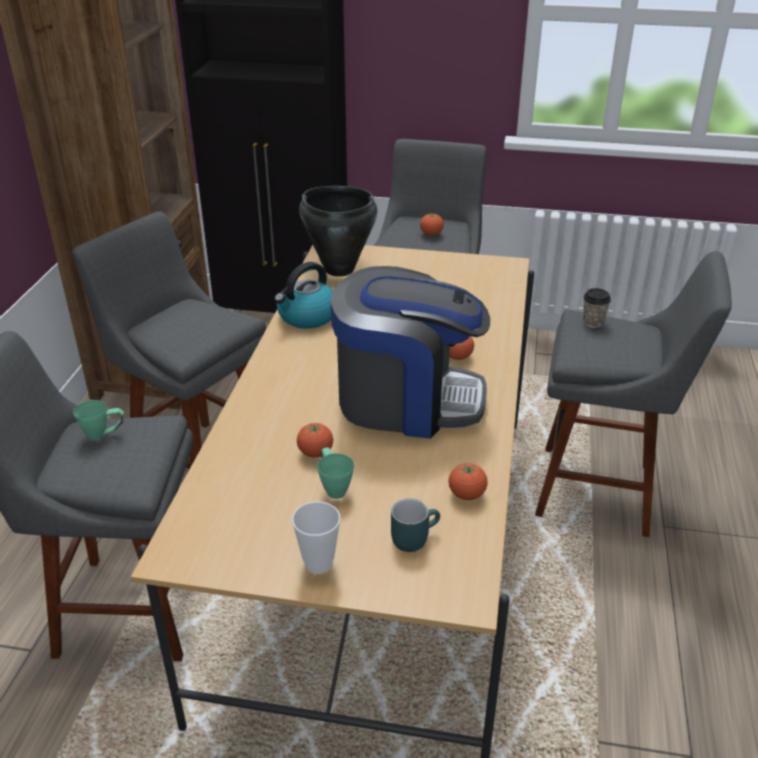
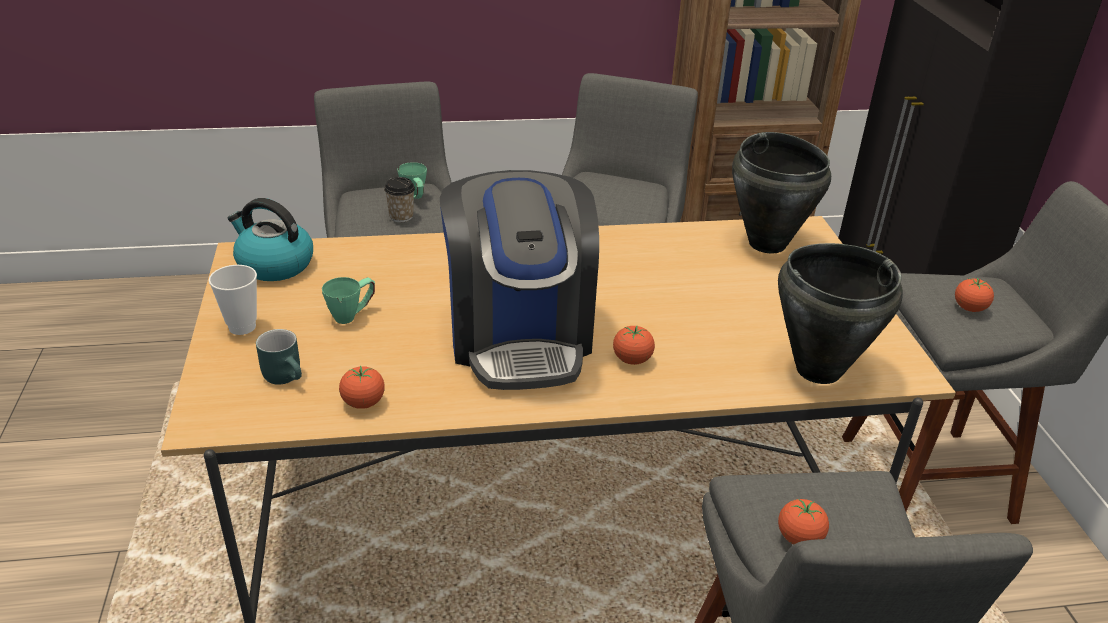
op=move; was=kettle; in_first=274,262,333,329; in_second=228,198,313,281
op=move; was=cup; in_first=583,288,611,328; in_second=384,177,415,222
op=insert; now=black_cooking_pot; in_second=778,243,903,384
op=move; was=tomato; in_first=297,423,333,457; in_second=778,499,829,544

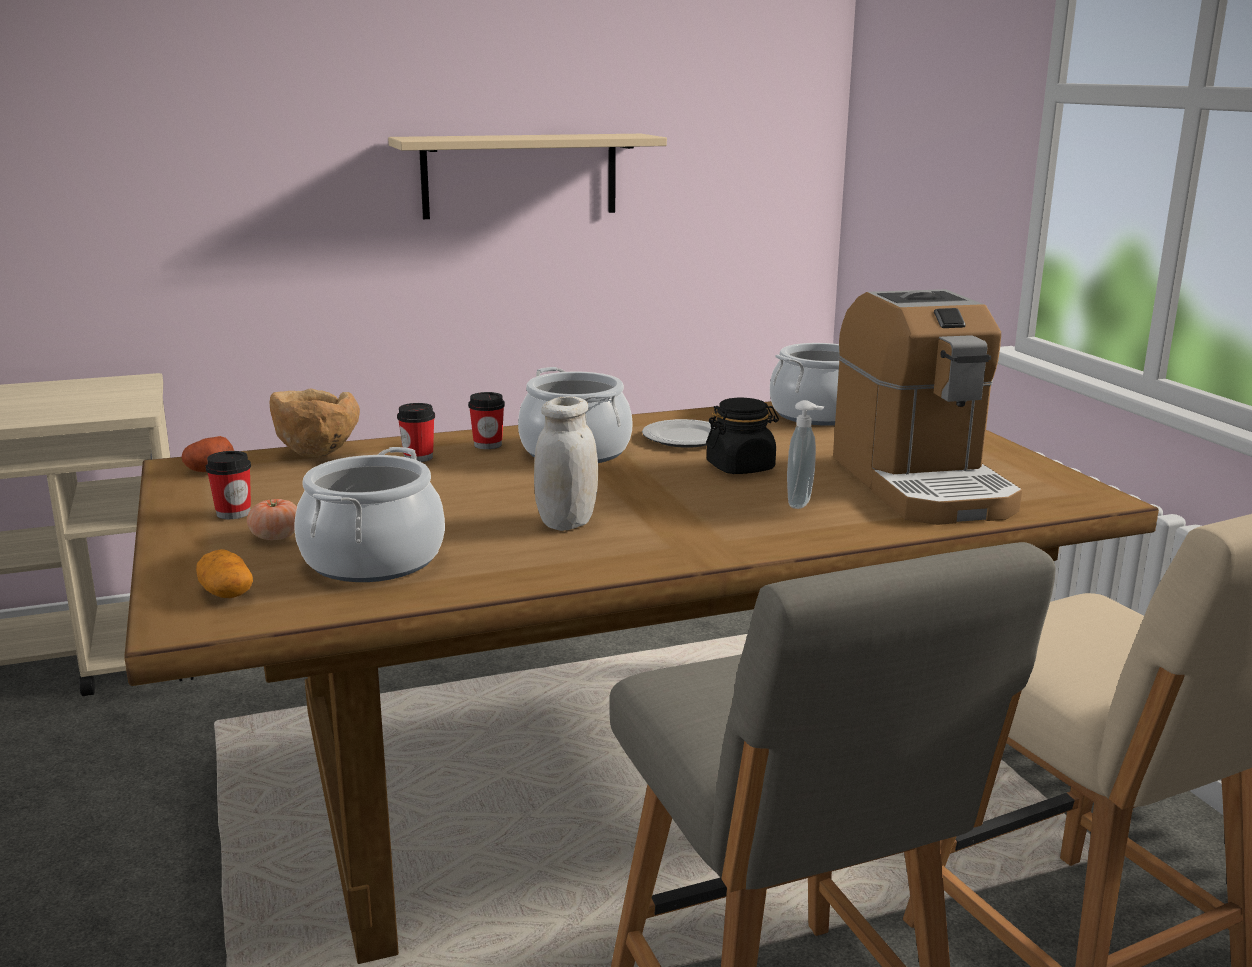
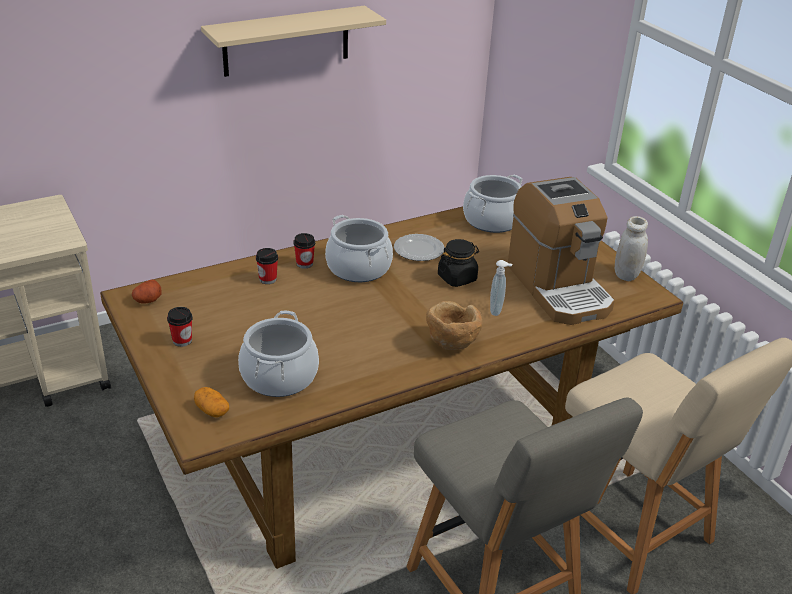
op=move; was=brown_bowl; in_first=270,389,360,457; in_second=426,301,482,350
op=move; was=white_jar; in_first=534,396,598,531; in_second=615,216,648,281
op=delete; was=tomato; in_first=247,499,297,540

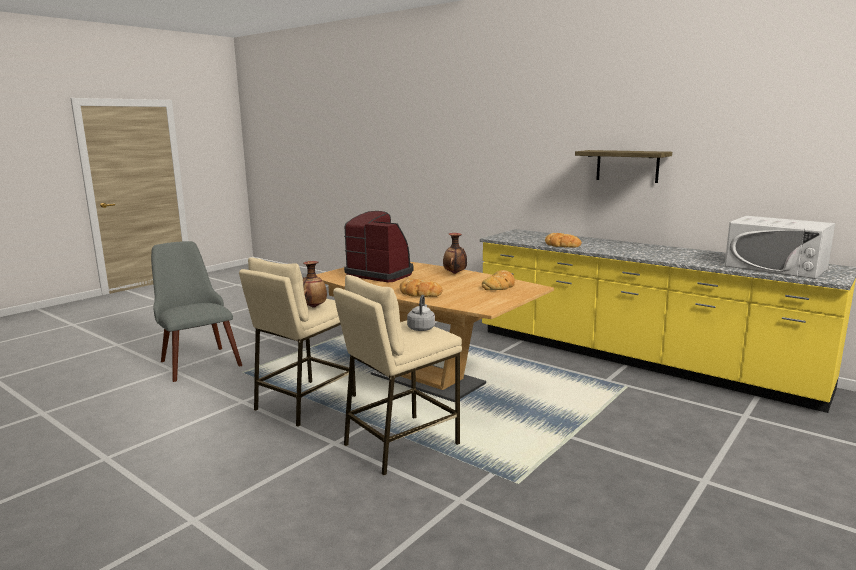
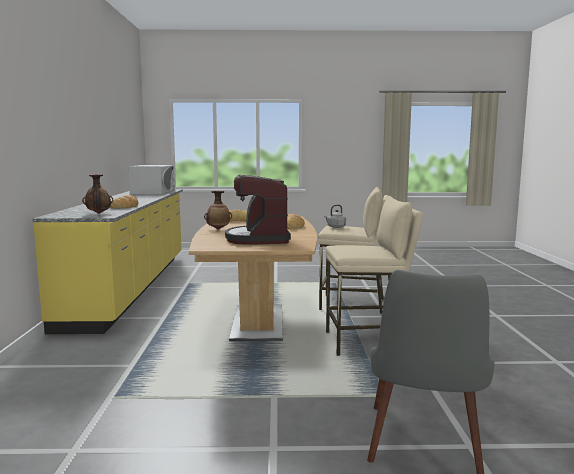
op=move; was=vase; in_first=303,261,327,308; in_second=82,174,113,214
op=delete; was=shelf; in_first=575,150,672,183

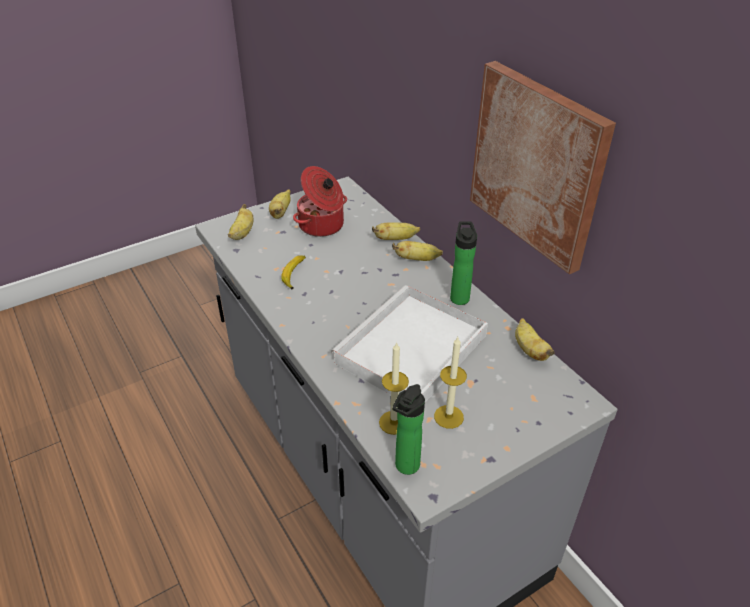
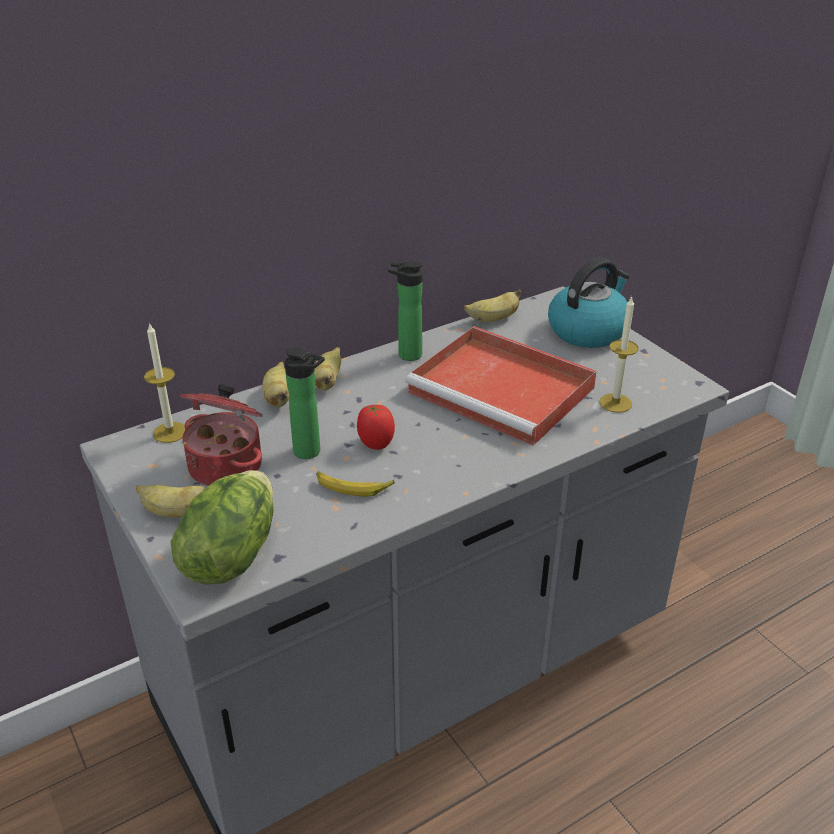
op=move; was=candle; in_first=434,337,467,429; in_second=144,323,185,443
op=replace; was=banana; now=lettuce; in_first=228,204,253,240; in_second=171,470,274,585
op=move; was=bottle; in_first=392,384,425,475; in_second=285,347,325,459
op=insert; now=tomato; in_second=357,404,395,450
op=recolor; was=white_tray; now=red_tray; in_first=331,285,488,402; in_second=405,326,597,446
op=insert; now=kettle; in_second=548,258,630,348
op=delete; was=picture; in_first=470,61,616,274

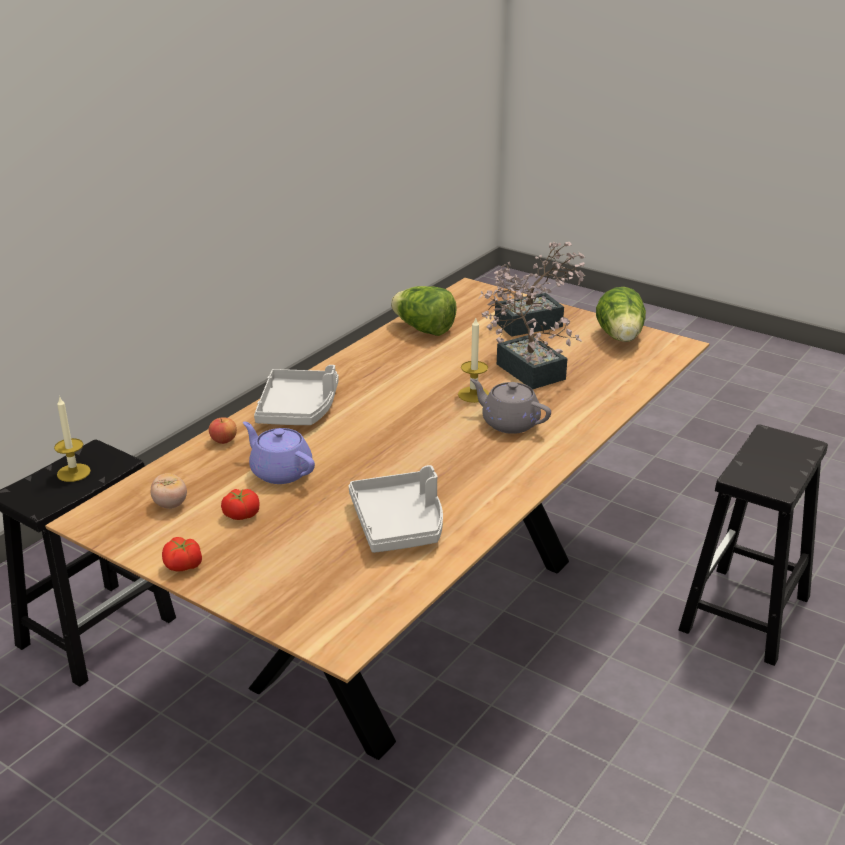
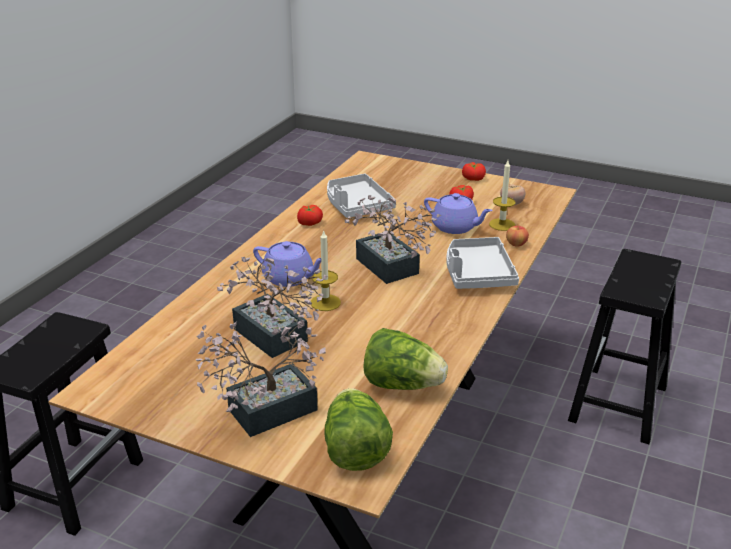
op=recolor; was=grey_teapot; now=purple_teapot; in_first=470,378,551,434; in_second=253,241,321,287
op=insert; now=tomato; in_second=297,205,323,226
op=move; was=lettuce; in_first=596,287,646,342; in_second=324,388,393,471
op=insert; now=potted_plant; in_second=345,195,441,284
op=move; was=candle; in_first=54,396,91,482; in_second=489,160,515,231

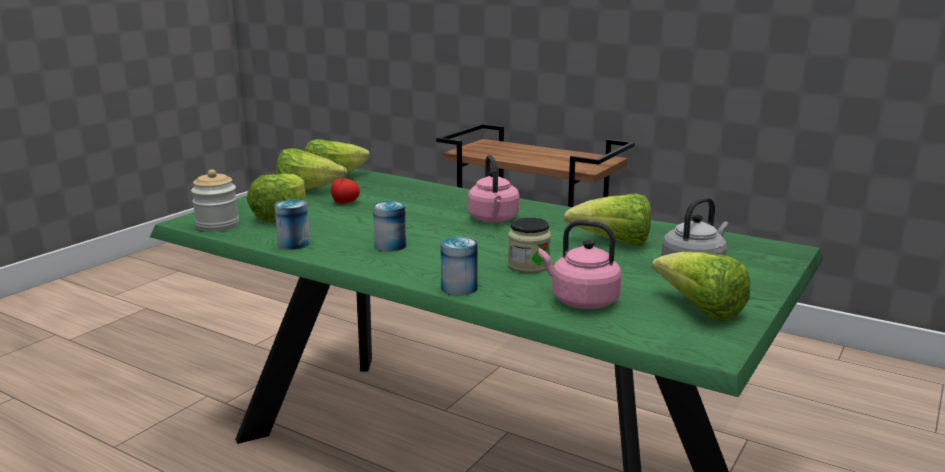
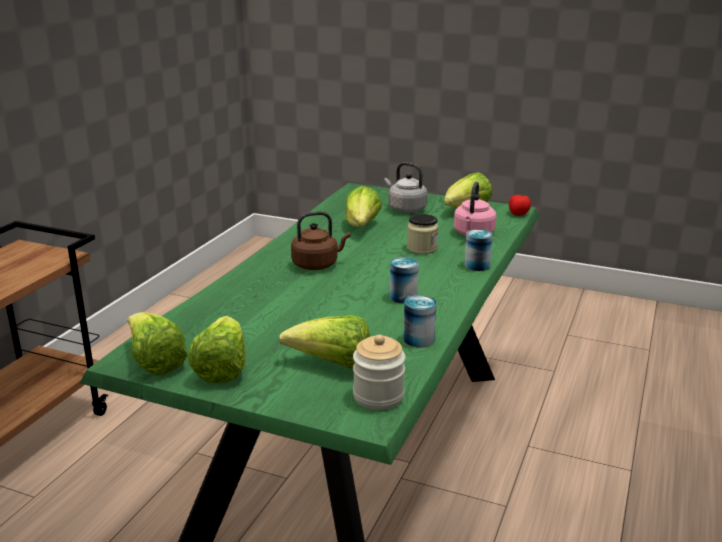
op=recolor; was=pink_kettle; now=brown_kettle; in_first=468,155,520,222; in_second=291,211,351,270
op=move; was=tomato; in_first=331,178,360,204; in_second=509,194,531,216

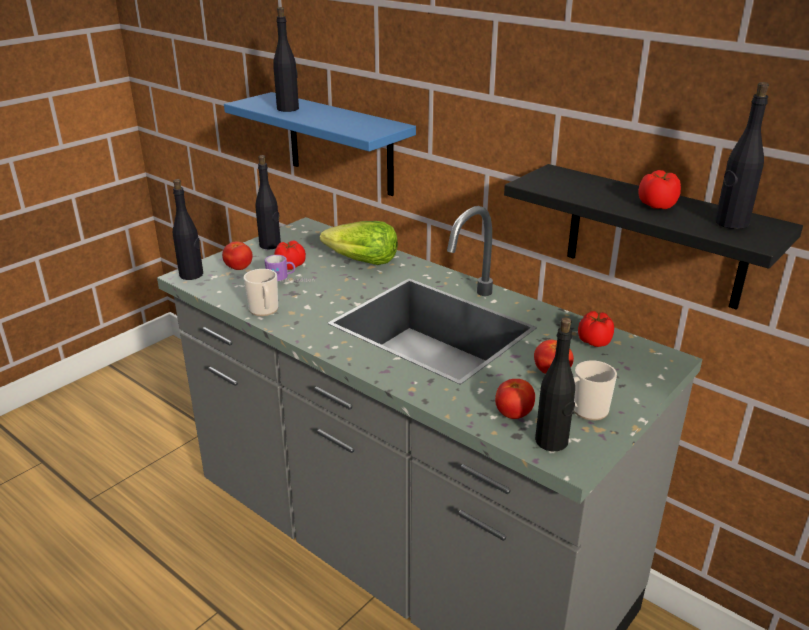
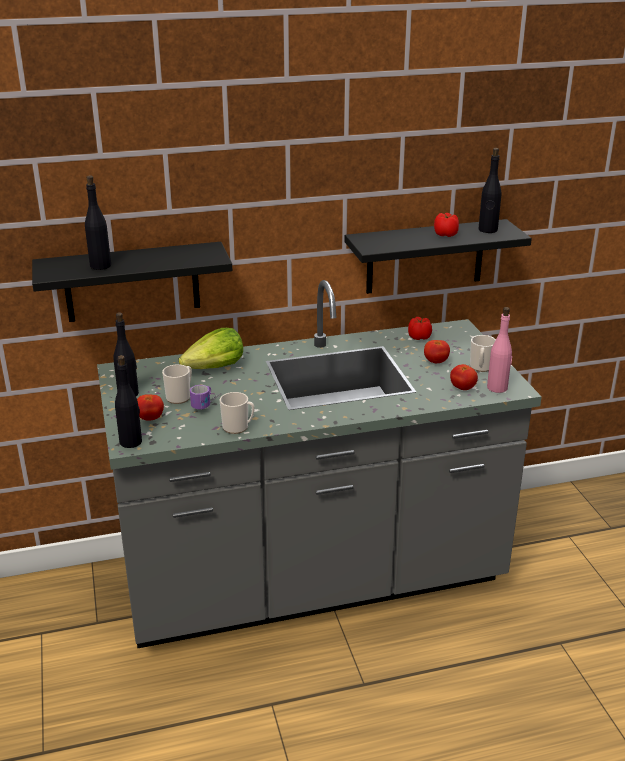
op=recolor; was=blue_shelf; now=black_shelf; in_first=224,92,416,196; in_second=32,242,232,322
op=replace; was=tomato; now=mug; in_first=274,240,306,270; in_second=162,364,192,404
op=recolor; was=black_bottle; now=pink_bottle; in_first=535,317,575,452; in_second=487,307,512,393

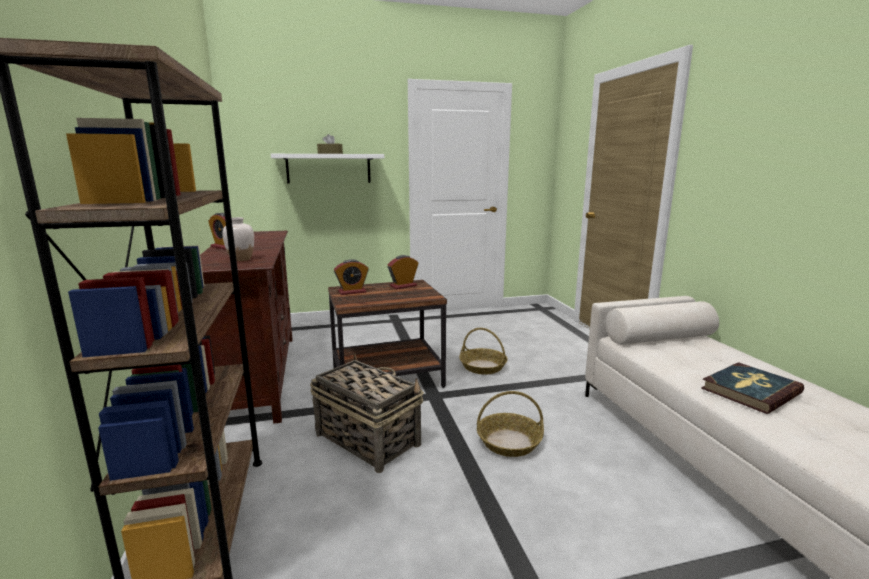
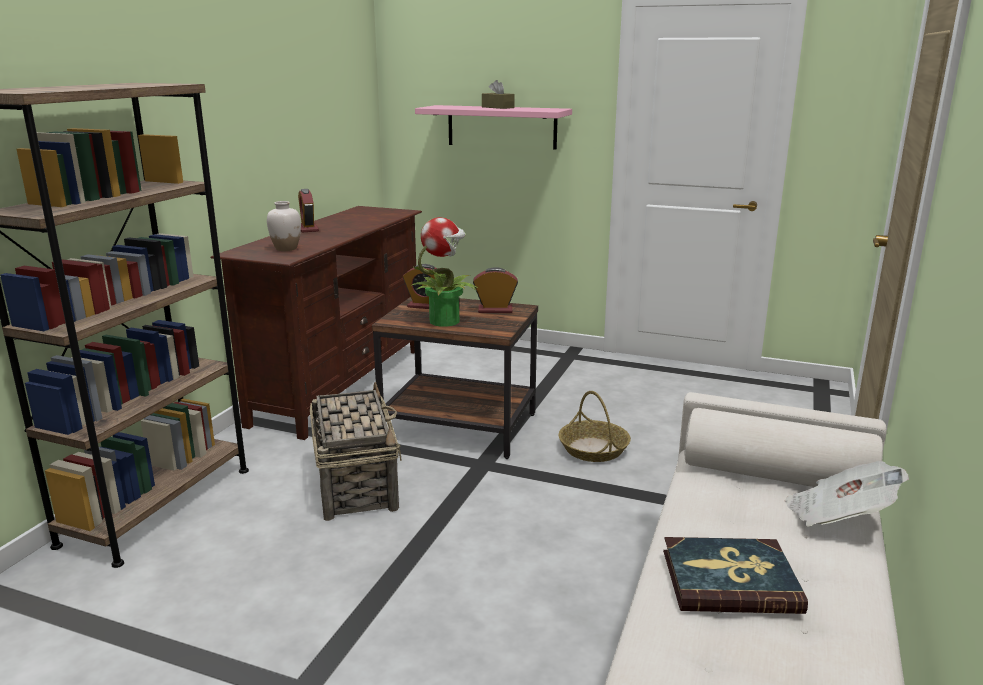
op=insert; now=potted_plant; in_second=411,217,478,327
op=recolor; was=white_shelf; now=pink_shelf; in_first=271,154,384,183; in_second=415,105,572,150
op=insert; now=newspaper; in_second=785,461,909,527
op=delete; was=basket; in_first=477,391,544,457

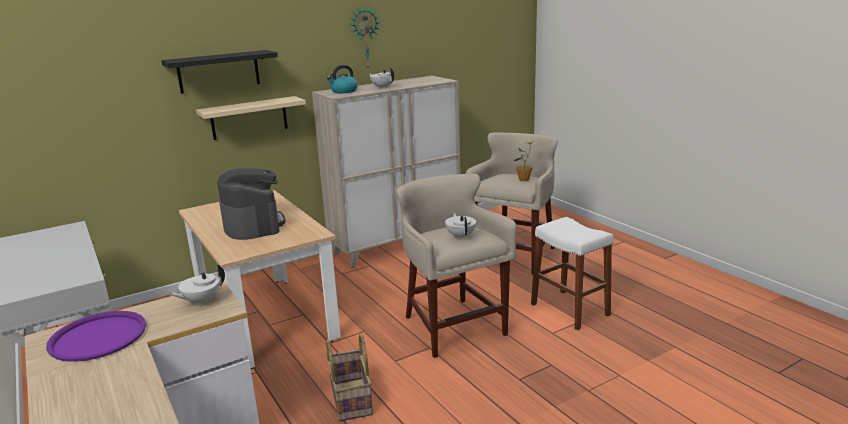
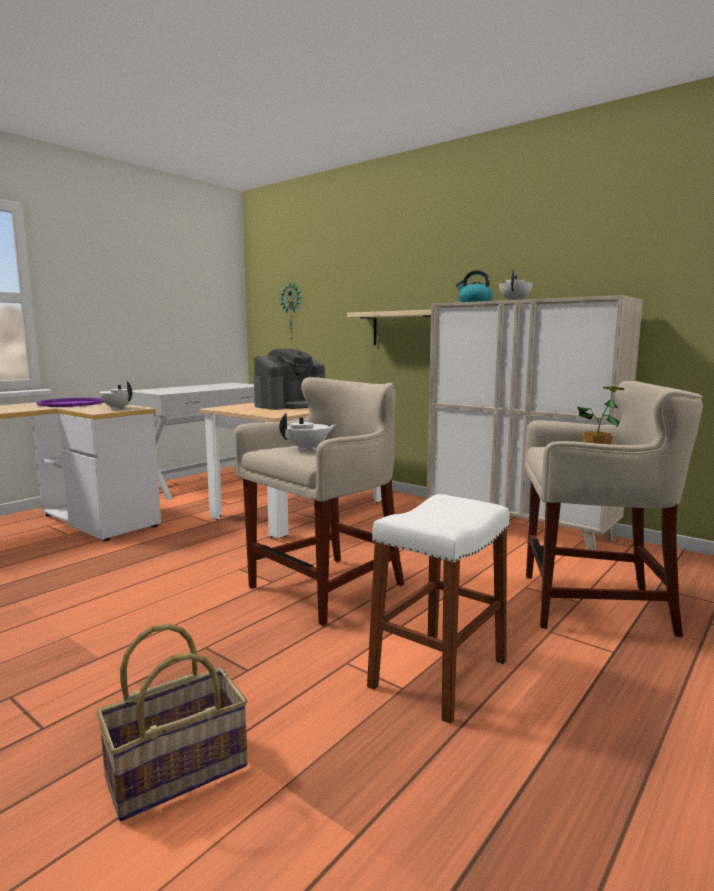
op=move; was=basket; in_first=326,333,373,421; in_second=96,624,248,821
op=move; was=wall_clock; in_first=351,5,381,70; in_second=280,282,302,340
op=delete; was=black_shelf; in_first=161,50,278,94

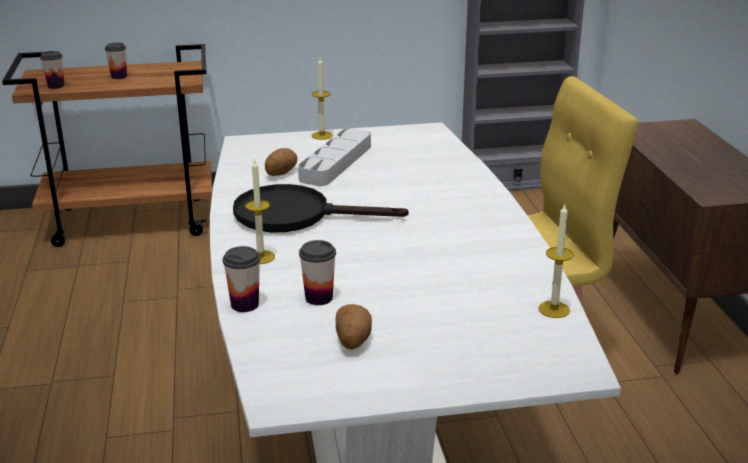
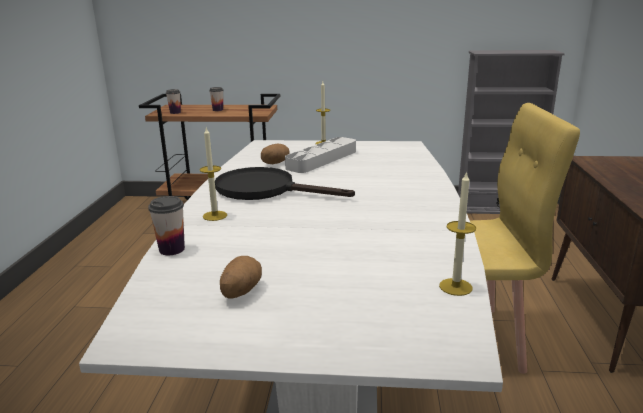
op=delete; was=cup; in_first=299,240,336,305

